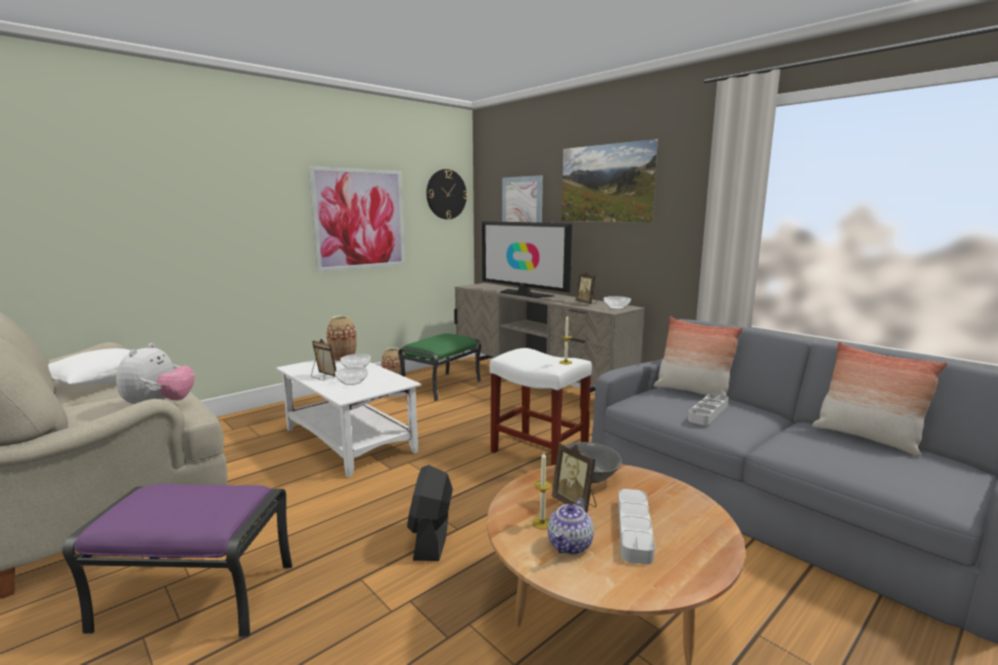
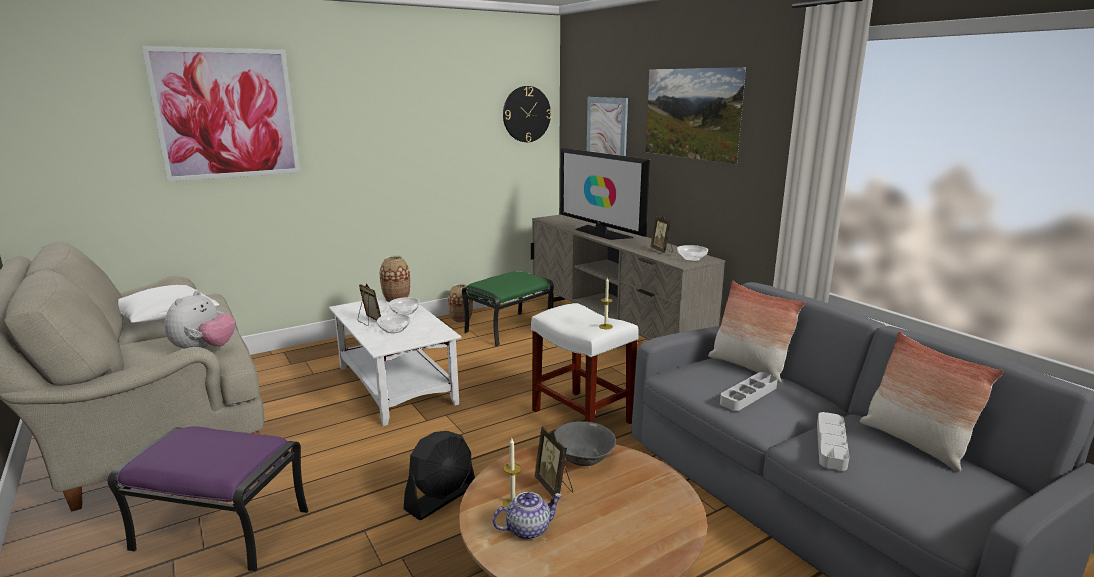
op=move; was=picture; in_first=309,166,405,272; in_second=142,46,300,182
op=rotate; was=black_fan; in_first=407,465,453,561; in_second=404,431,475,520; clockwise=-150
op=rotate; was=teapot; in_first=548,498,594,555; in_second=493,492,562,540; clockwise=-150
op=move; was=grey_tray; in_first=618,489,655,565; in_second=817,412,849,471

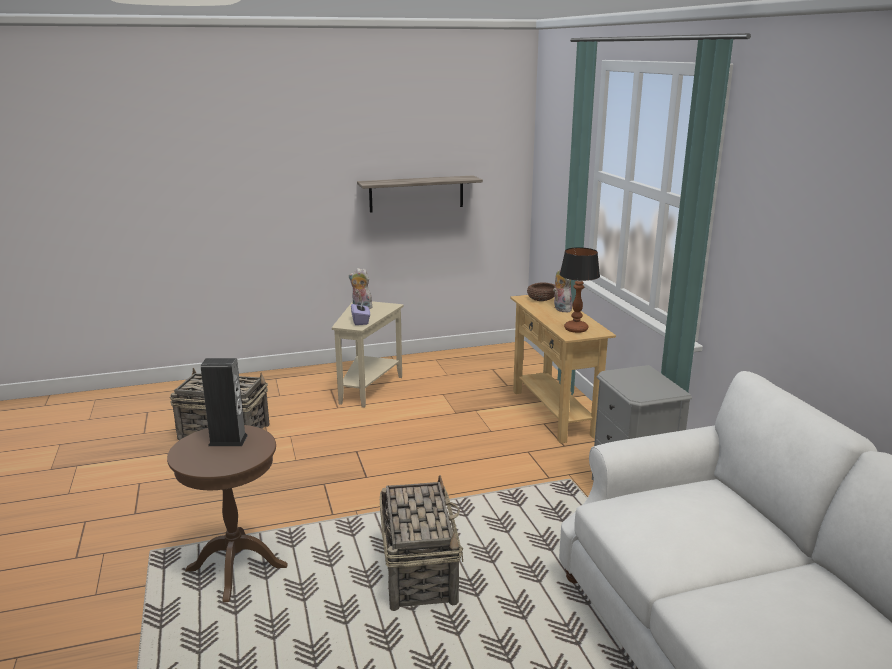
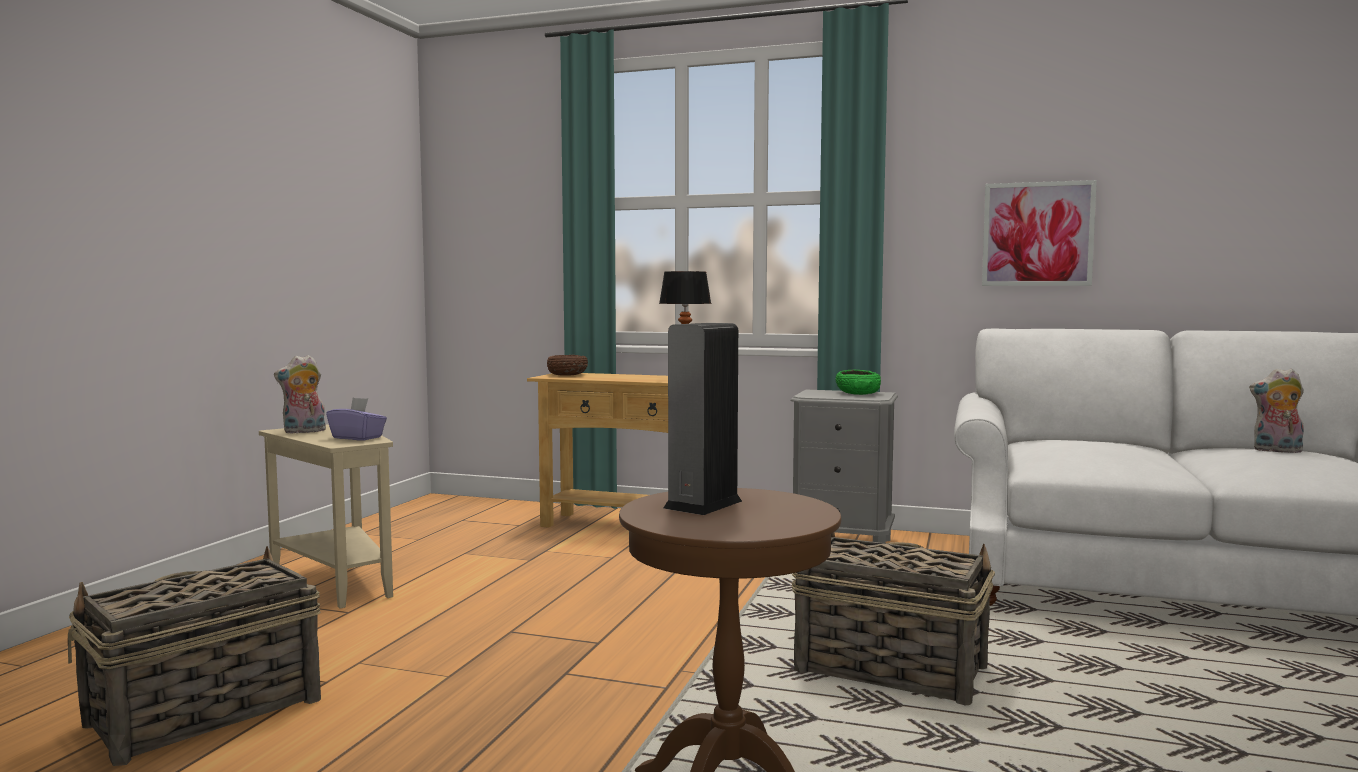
op=insert; now=green_bowl; in_second=836,370,881,395
op=insert; now=picture; in_second=982,180,1097,286
op=move; was=plush_toy; in_first=553,268,572,312; in_second=1249,368,1304,453
op=delete; was=shelf; in_first=357,175,483,212

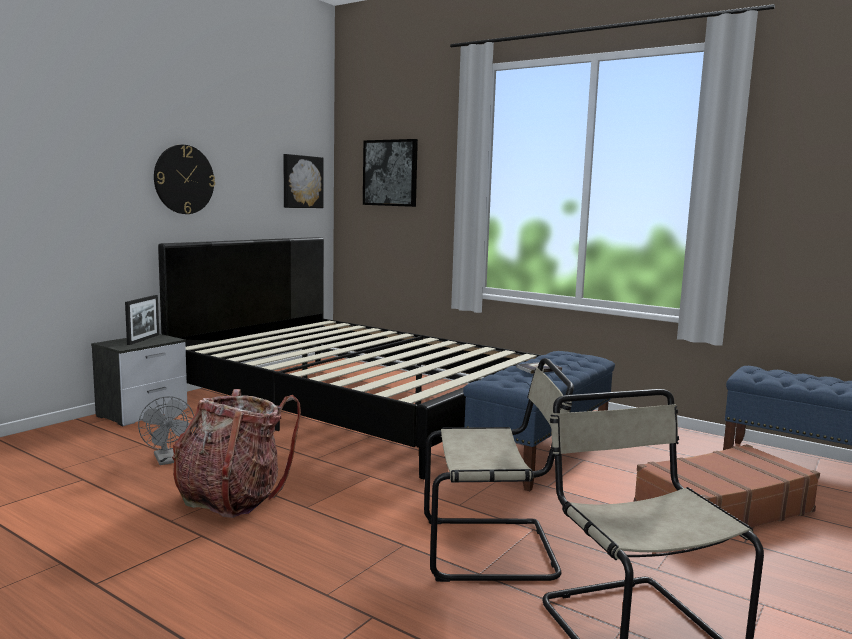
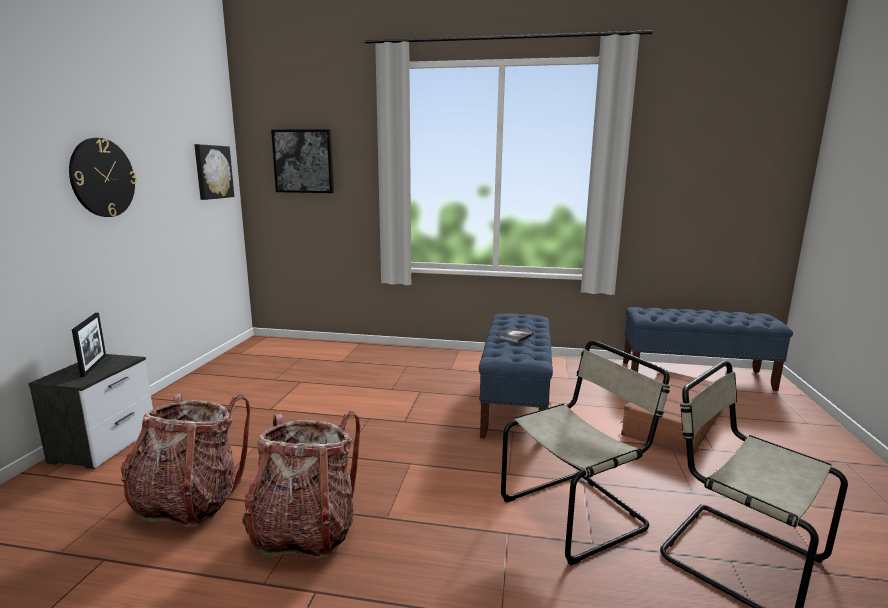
op=replace; was=grey_fan; now=backpack; in_first=138,396,194,465; in_second=121,393,250,527
op=delete; was=black_bed; in_first=158,237,541,479

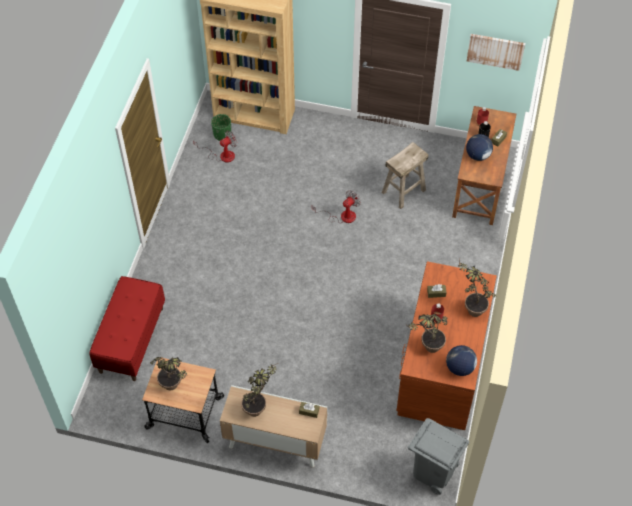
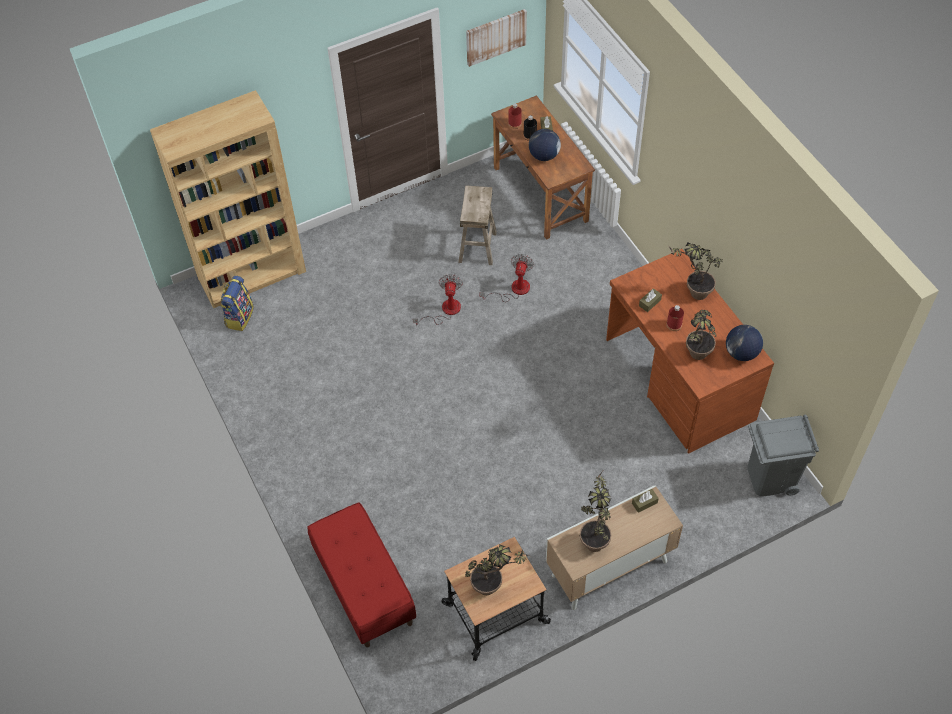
op=replace; was=green_planter; now=backpack; in_first=211,114,231,141; in_second=220,276,254,331
op=move; was=fan; in_first=193,131,237,163; in_second=479,254,534,302

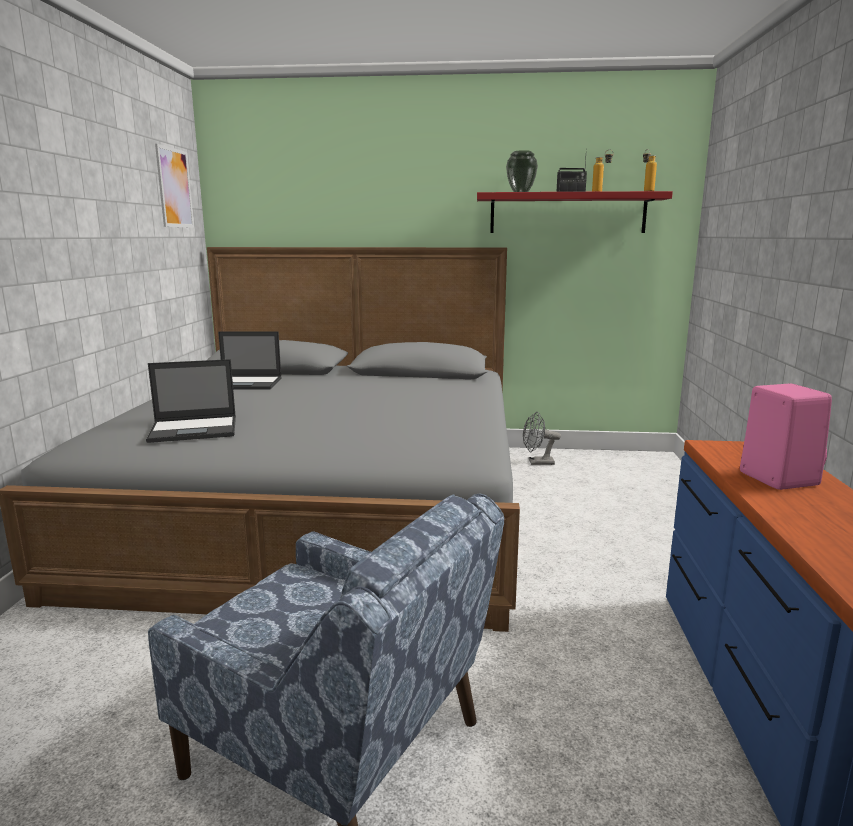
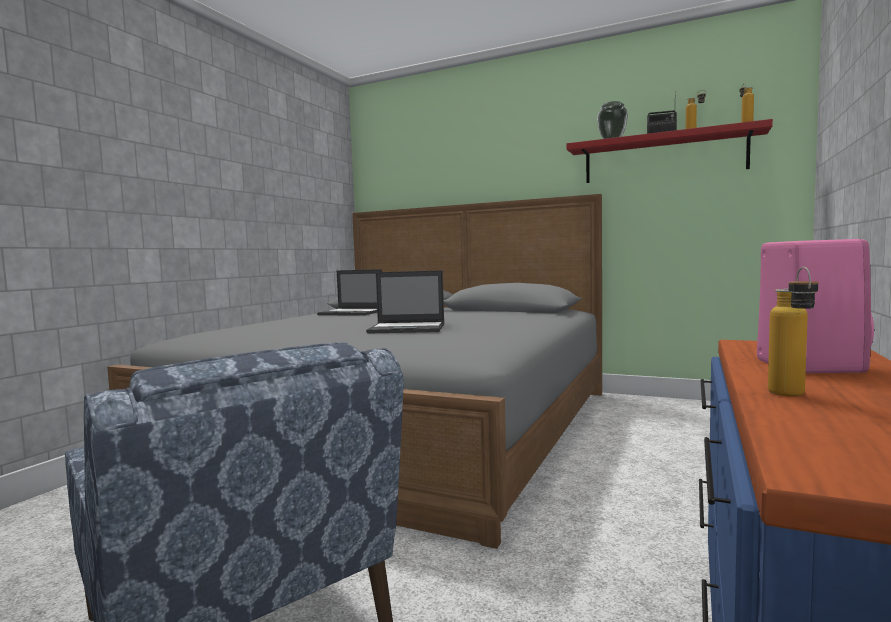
op=move; was=laptop; in_first=146,359,236,443; in_second=366,270,444,333
op=insert; now=bottle; in_second=768,267,818,397
op=delete; was=picture; in_first=155,144,194,228
op=delete; was=grey_fan; in_first=523,412,561,465

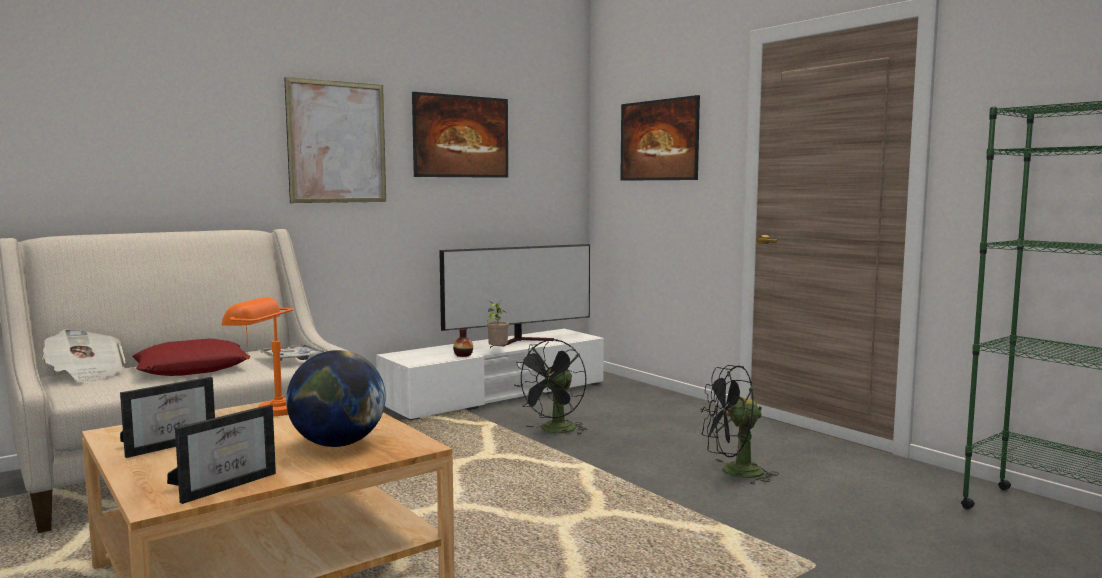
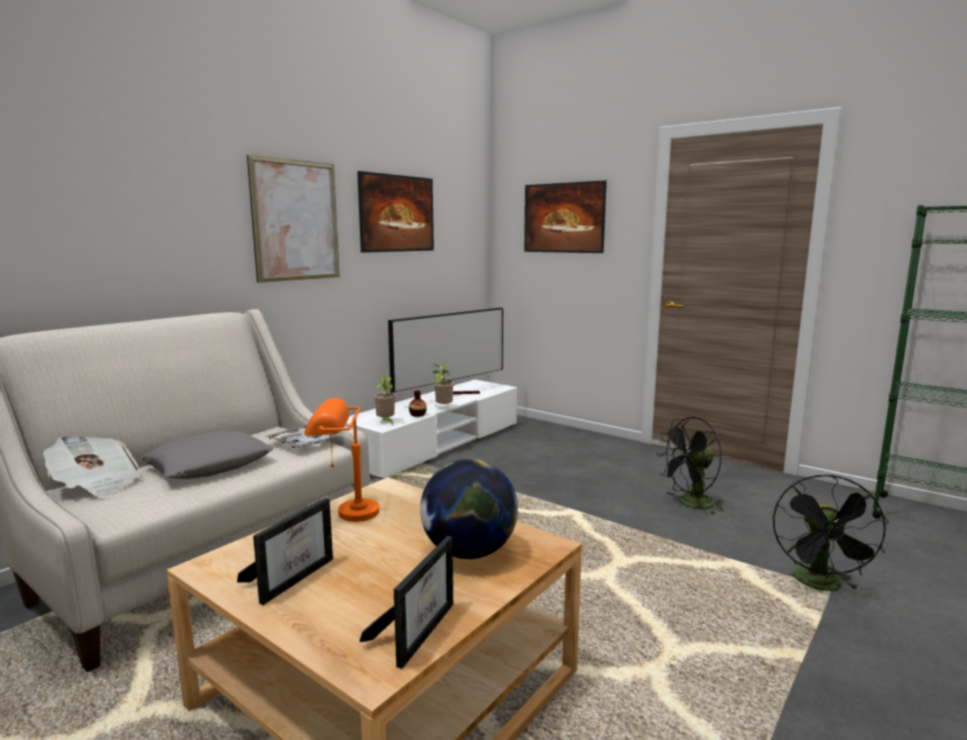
op=recolor; was=red_pillow; now=grey_pillow; in_first=132,339,250,376; in_second=140,430,273,479
op=insert; now=potted_plant; in_second=374,375,395,423
op=move; was=black_fan; in_first=514,339,587,435; in_second=773,475,889,591

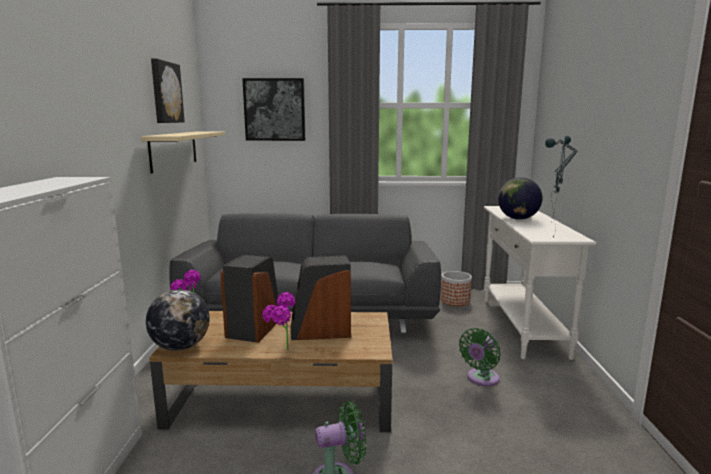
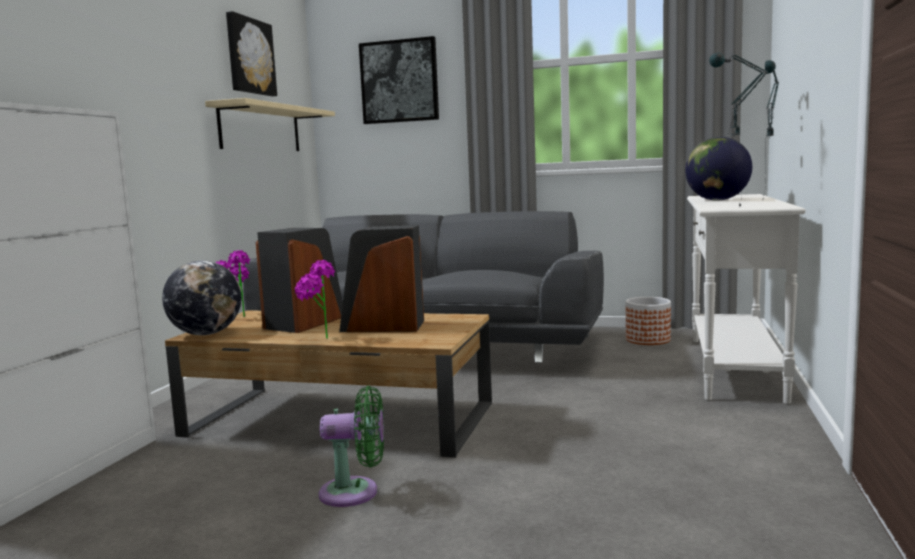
op=delete; was=green_fan; in_first=459,328,501,386

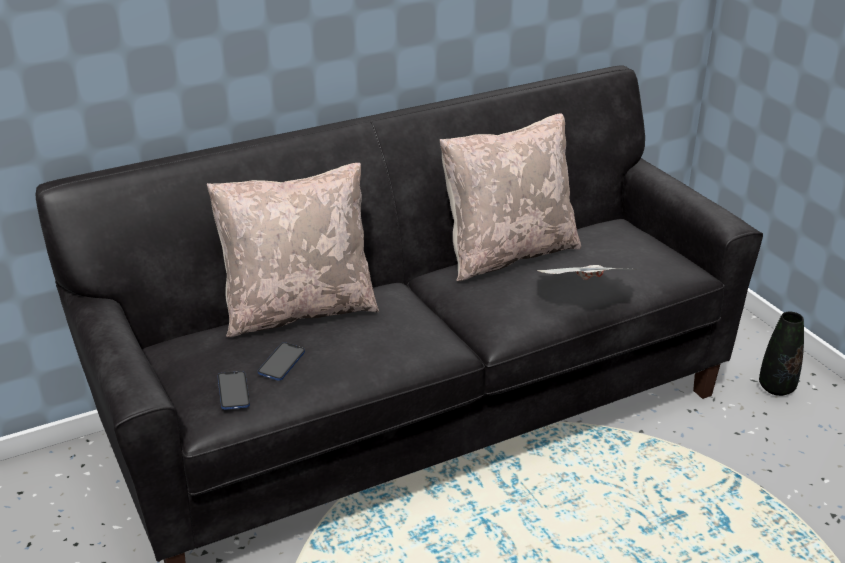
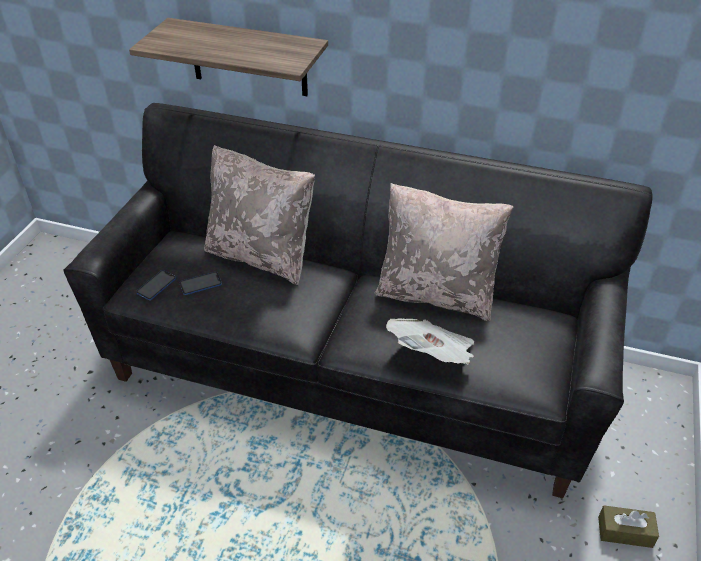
op=insert; now=shelf; in_second=129,18,328,96
op=replace; was=black_vase; now=brown_tissue_box; in_first=759,311,804,396; in_second=598,505,659,548

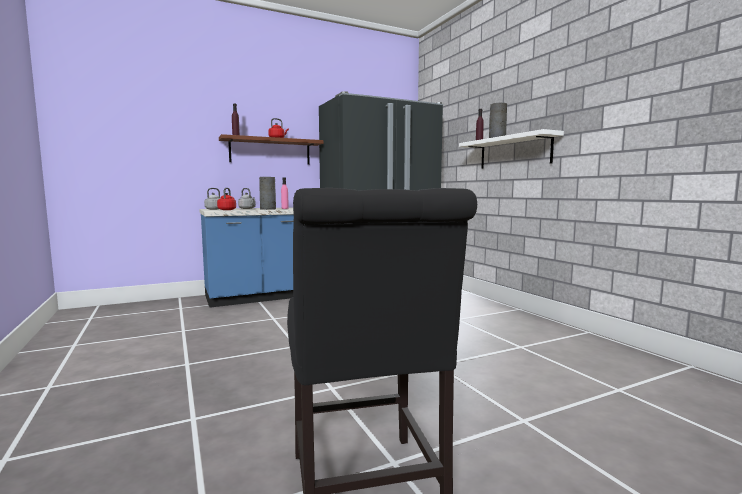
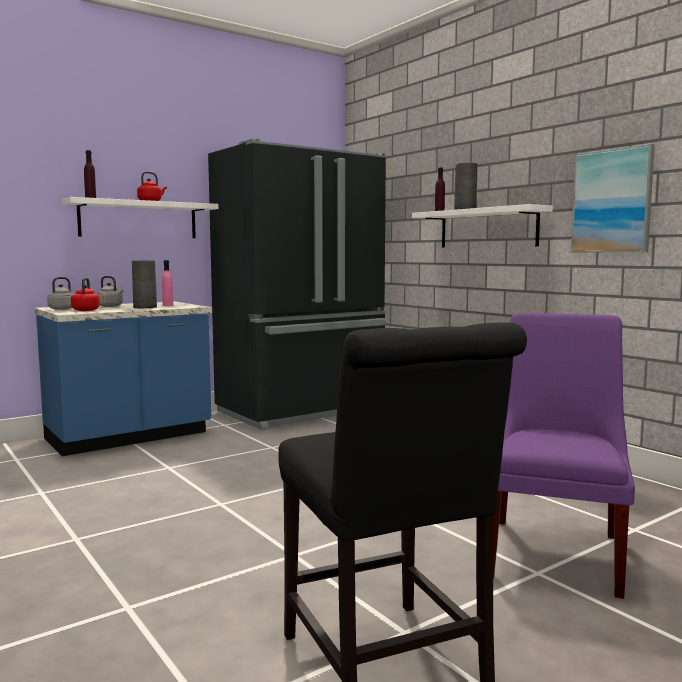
op=recolor; was=brown_shelf; now=white_shelf; in_first=219,134,324,165; in_second=62,197,218,238
op=insert; now=purple_chair; in_second=493,313,635,599
op=insert; now=picture; in_second=571,144,655,252

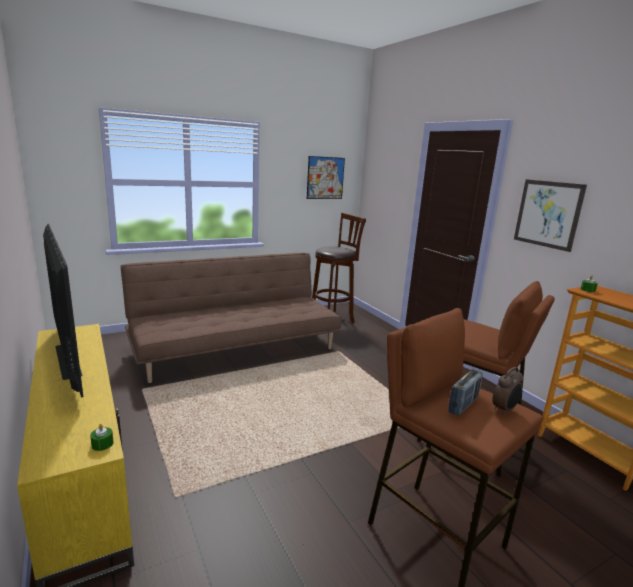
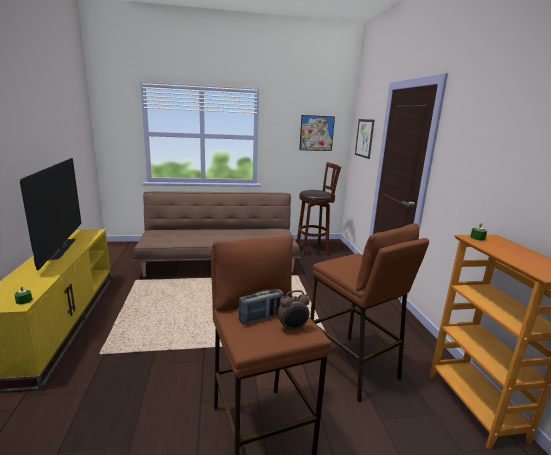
op=move; was=picture; in_first=514,179,587,252; in_second=355,119,375,159

